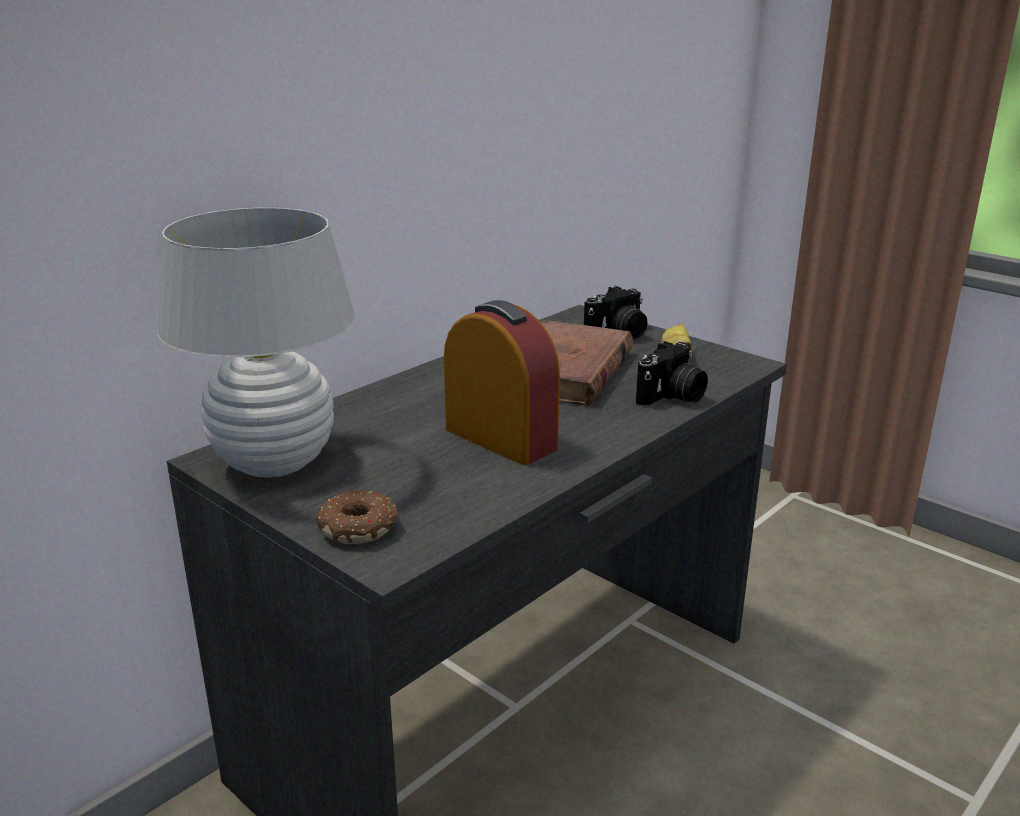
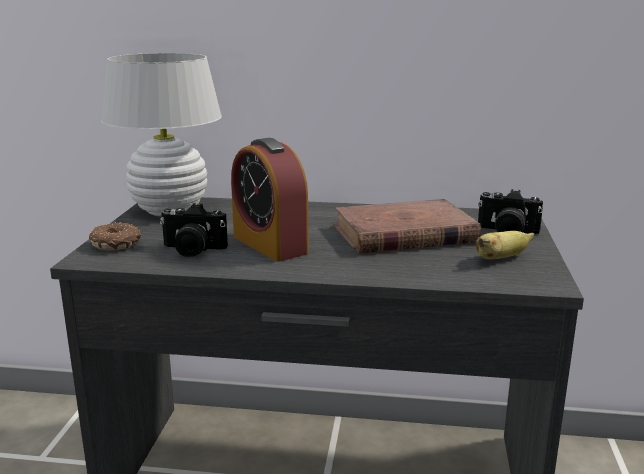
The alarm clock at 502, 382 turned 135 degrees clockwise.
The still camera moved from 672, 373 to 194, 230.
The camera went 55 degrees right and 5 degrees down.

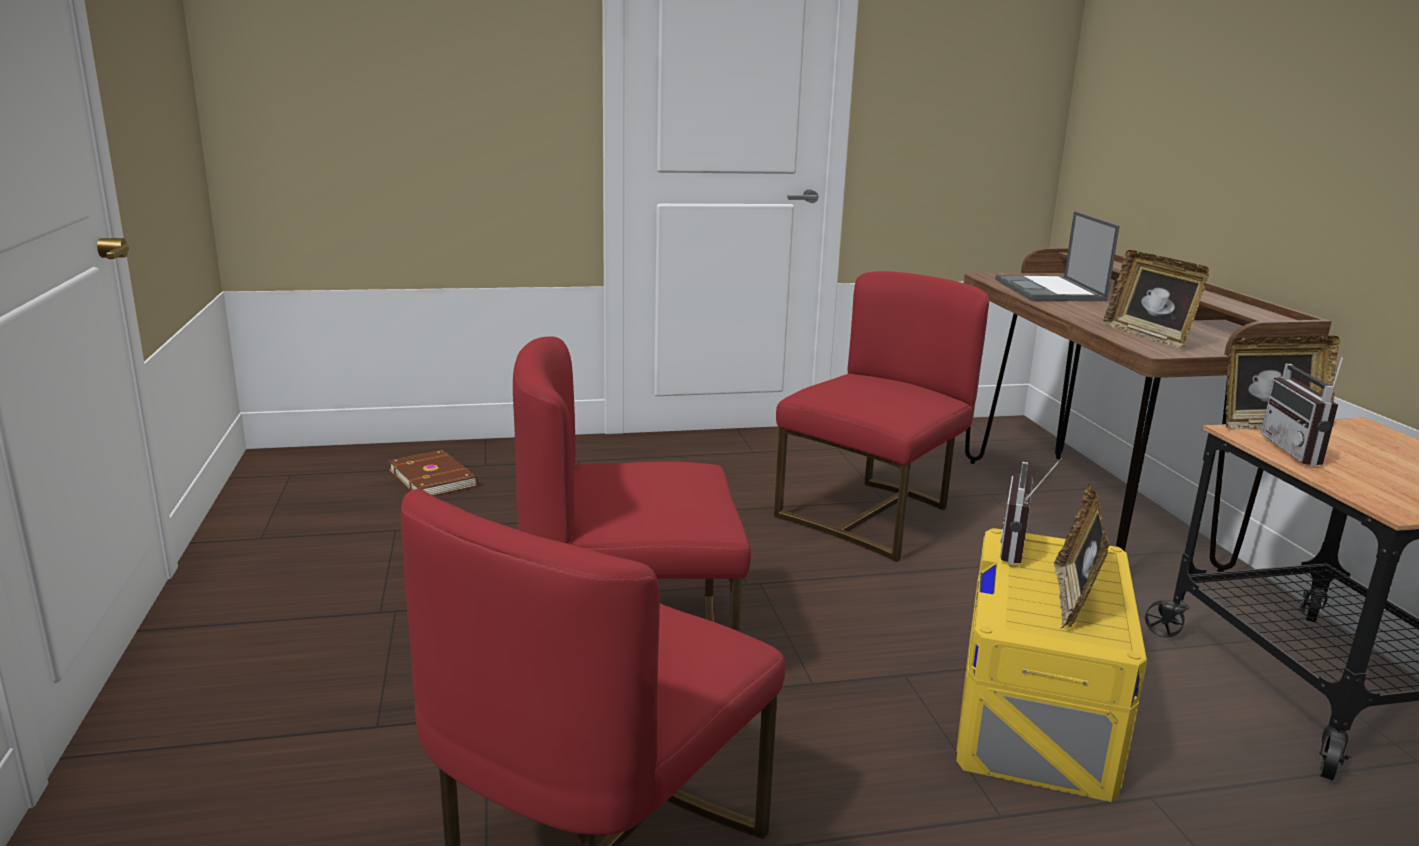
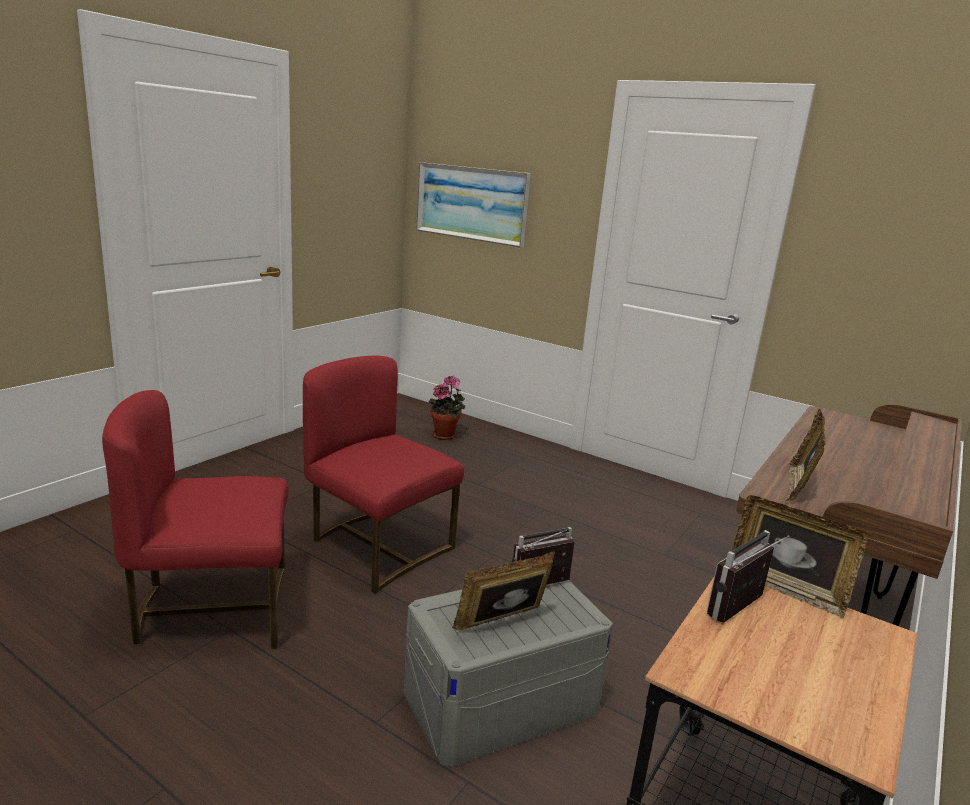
The brown bound book at 433, 473 was replaced by the houseplant at 447, 408.
The reddish upright chair at 881, 416 disappeared.
The yellow-coloured storage bin at 1051, 665 became the greyish storage bin at 508, 673.
The notebook computer at 1057, 256 disappeared.
The wall art at 473, 205 appeared.
The camera went 45 degrees right and 0 degrees up.

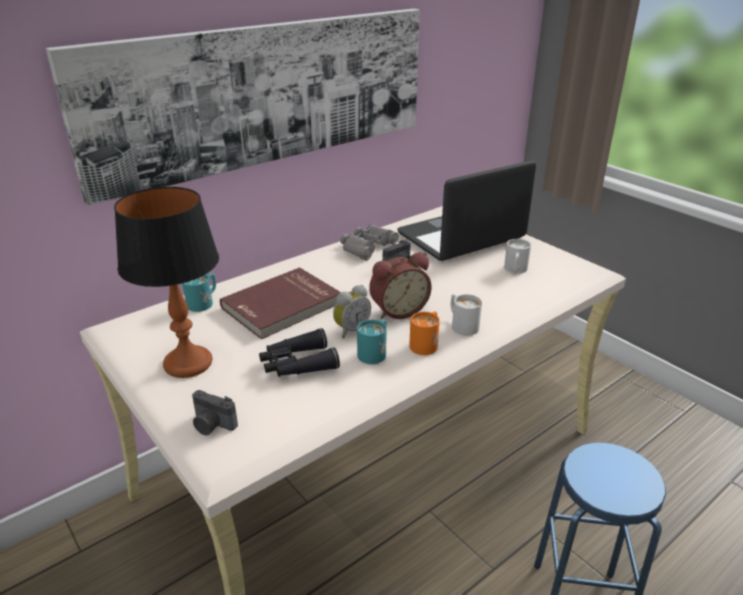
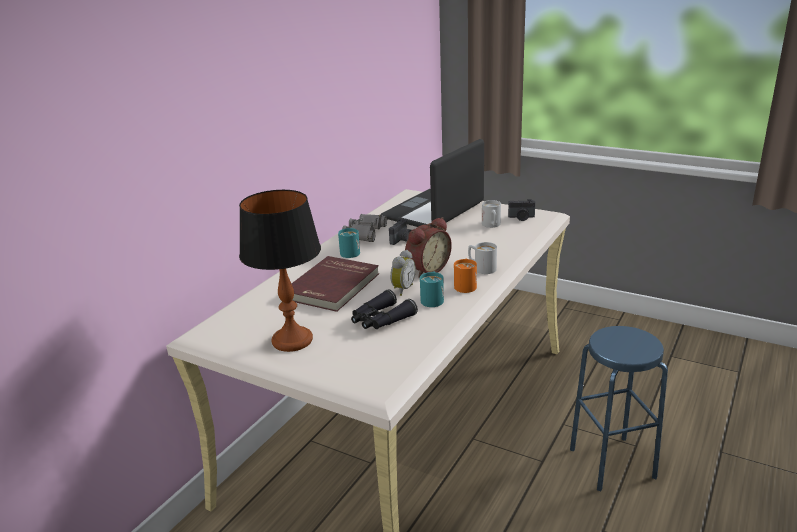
The wall art at 233, 107 disappeared.
The turquoise tea mug moved from 199, 292 to 349, 243.
The still camera moved from 215, 412 to 521, 210.
The camera went 20 degrees left and 5 degrees down.

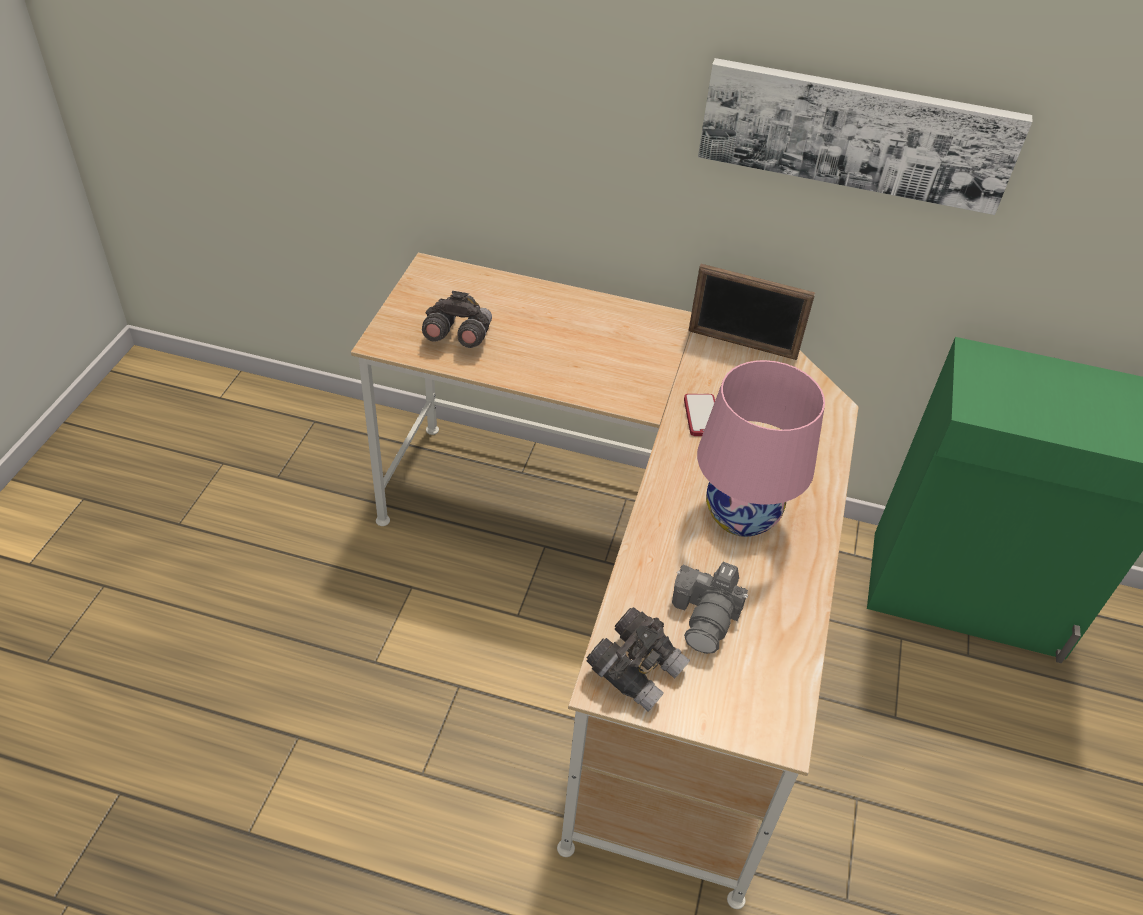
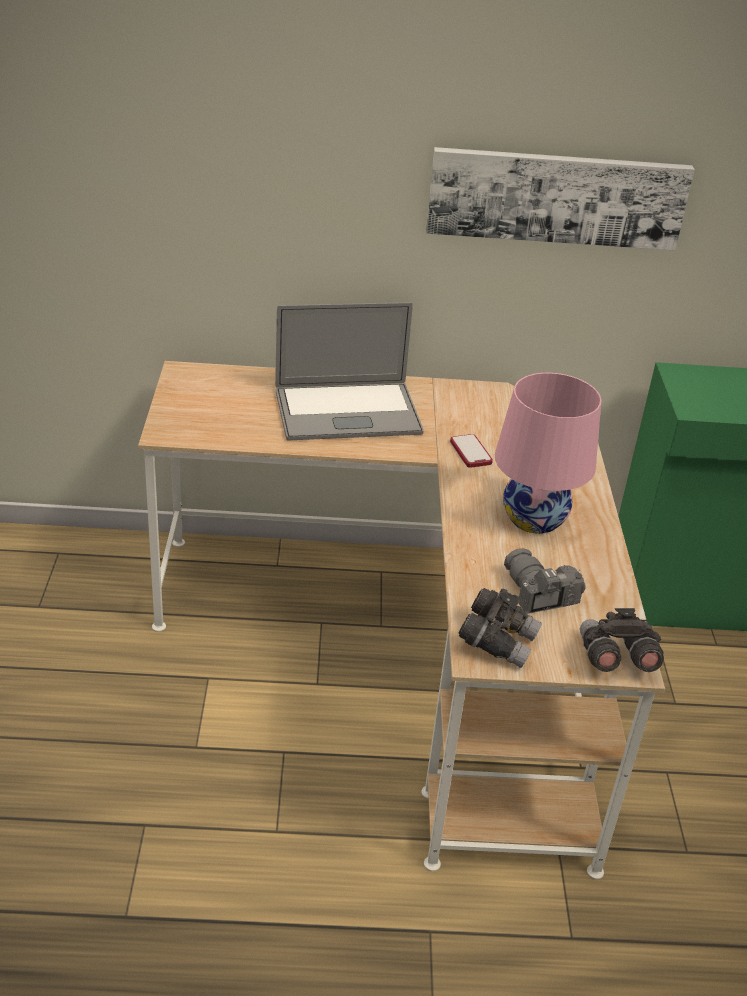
The greyish pair of binoculars moved from 457, 319 to 622, 640.
The still camera at 710, 608 turned 150 degrees clockwise.
The picture frame at 751, 312 disappeared.
The notebook computer at 349, 371 appeared.
The camera went 15 degrees left and 10 degrees down.

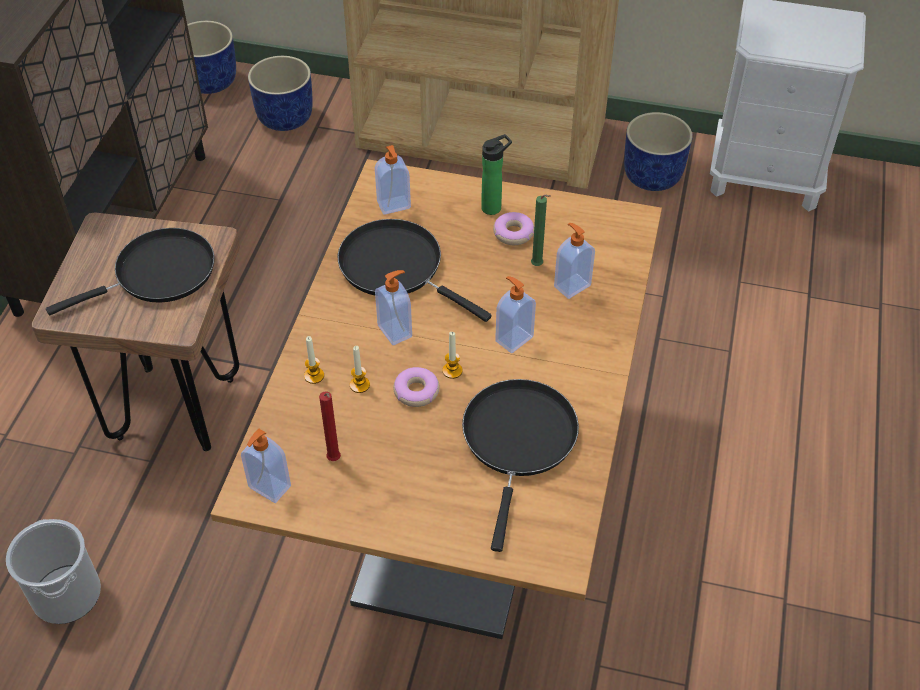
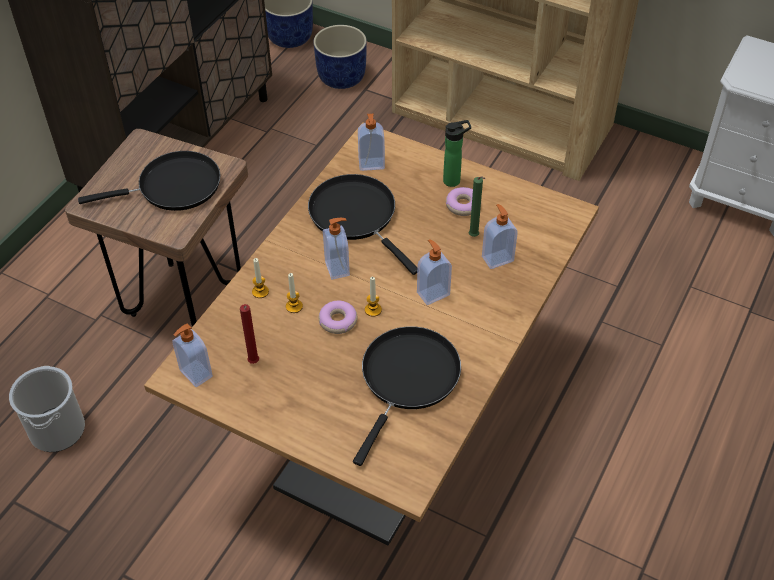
The bluish plant pot at 658, 151 disappeared.
The camera went 15 degrees right and 0 degrees up.

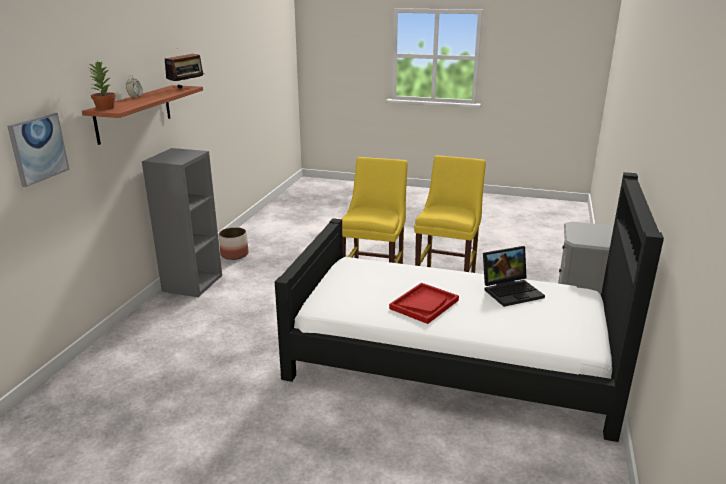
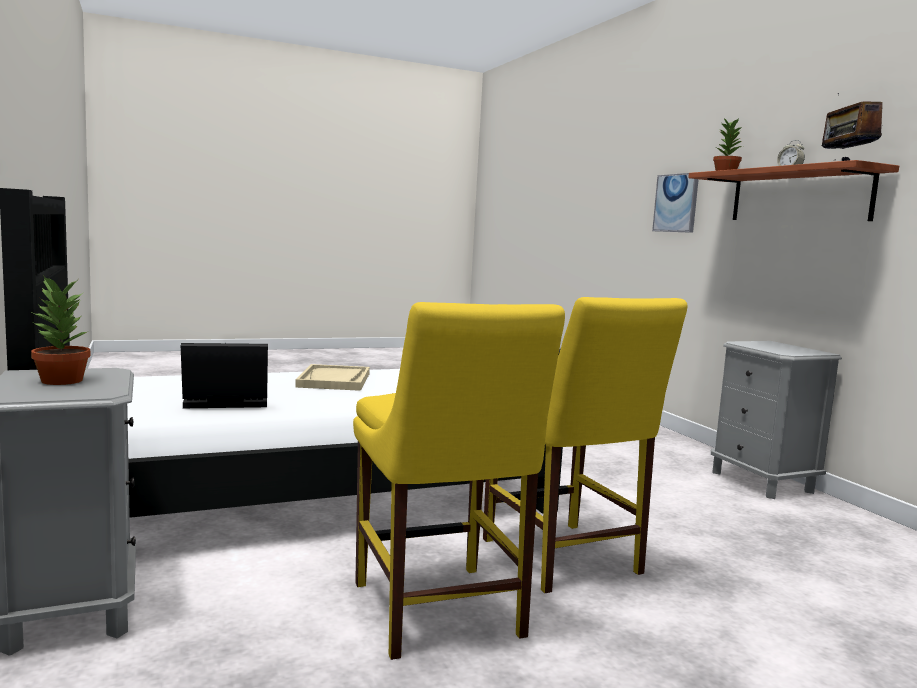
The greyish bookshelf at 182, 222 was replaced by the greyish nightstand at 776, 420.
The plant pot at 233, 243 disappeared.
The reddish carrying tray at 424, 303 became the sand-coloured carrying tray at 332, 377.
The notebook computer at 514, 276 turned 45 degrees clockwise.
The houseplant at 61, 330 appeared.
The camera went 140 degrees right and 15 degrees down.

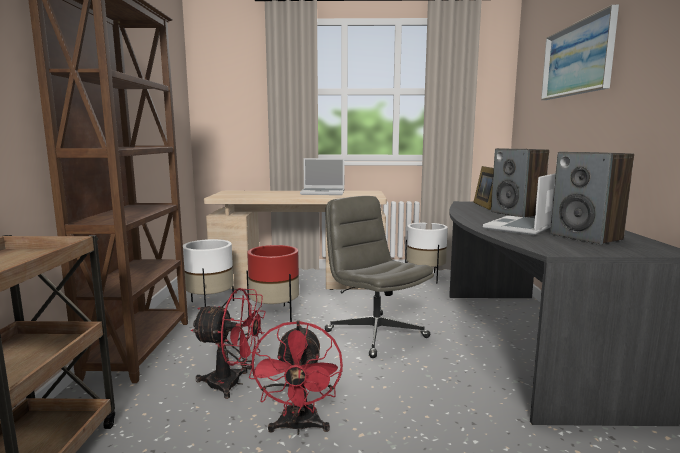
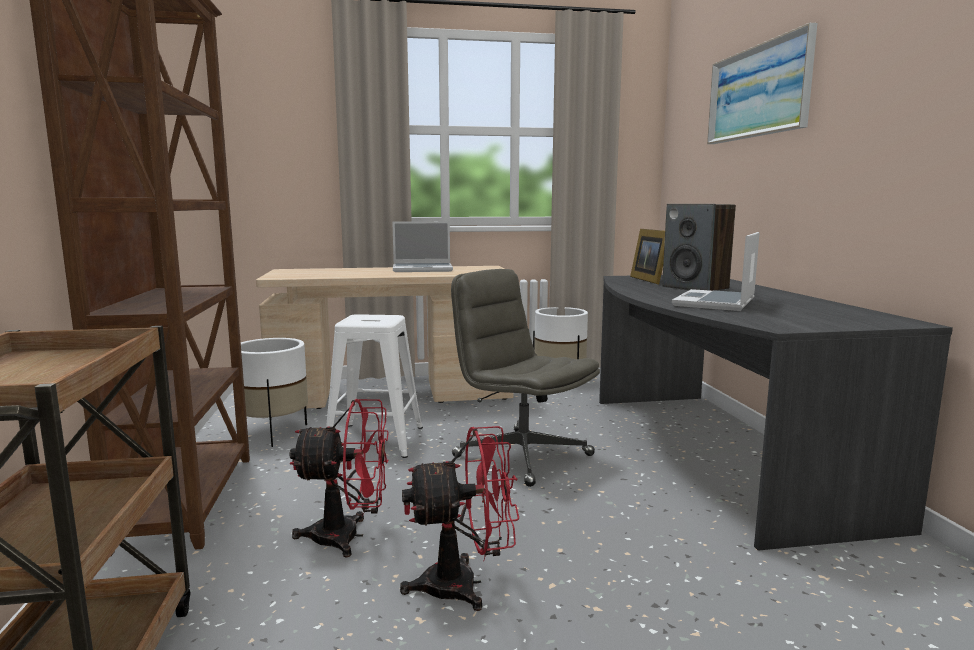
The reddish plant pot at 273, 283 was replaced by the whitish stool seat at 374, 386.
The reddish fan at 296, 378 turned 90 degrees counterclockwise.
The speaker at 592, 198 disappeared.
The camera went 10 degrees left and 0 degrees up.

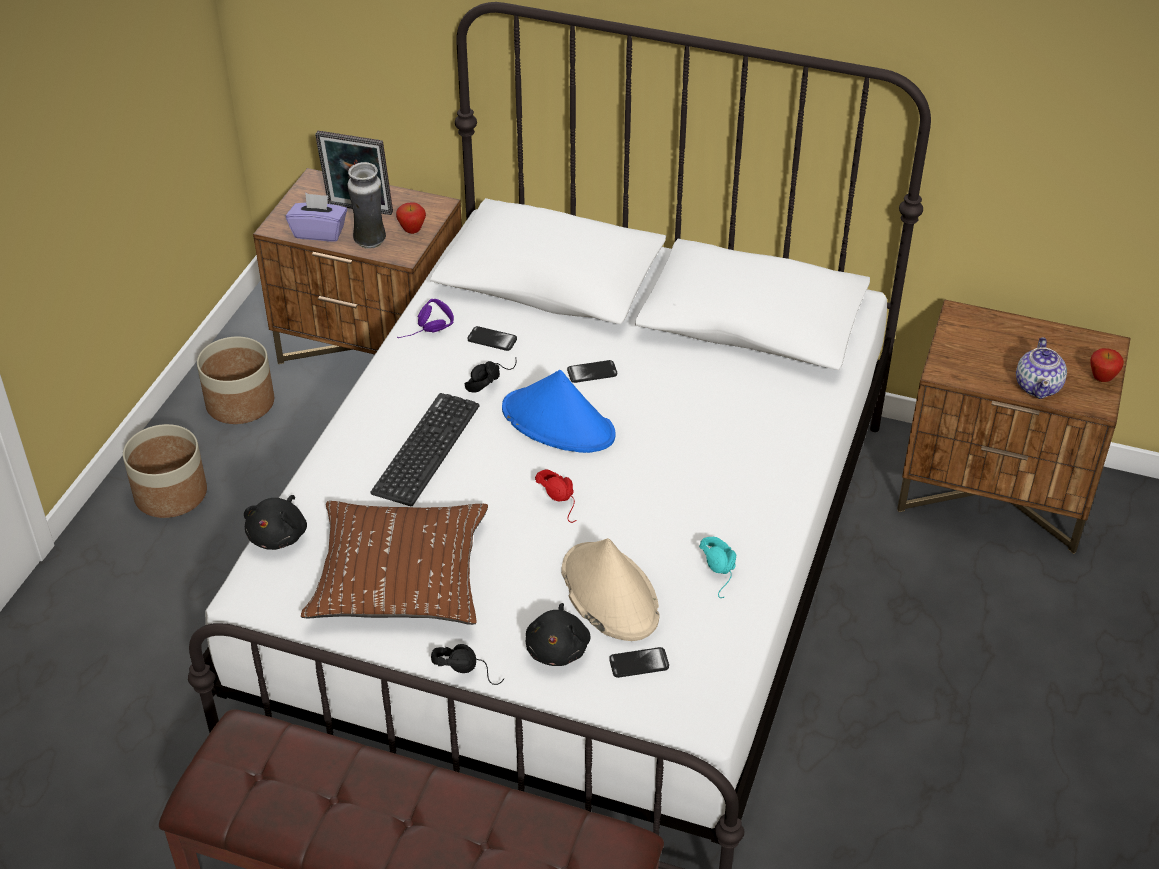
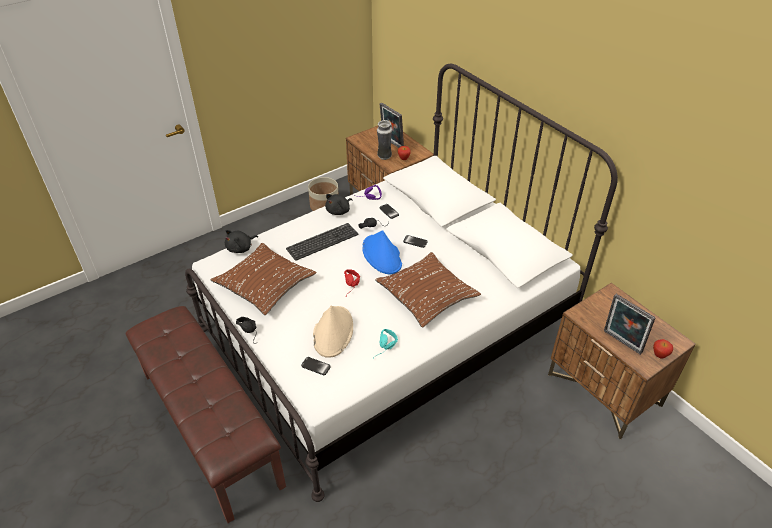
The plant pot at 165, 471 disappeared.
The purplish tissue box at 316, 217 disappeared.
The blackish soft toy moved from 558, 634 to 339, 204.
The teapot at 1041, 368 was replaced by the picture frame at 630, 324.
The brown throw pillow at 428, 290 appeared.
The camera went 35 degrees right and 0 degrees up.

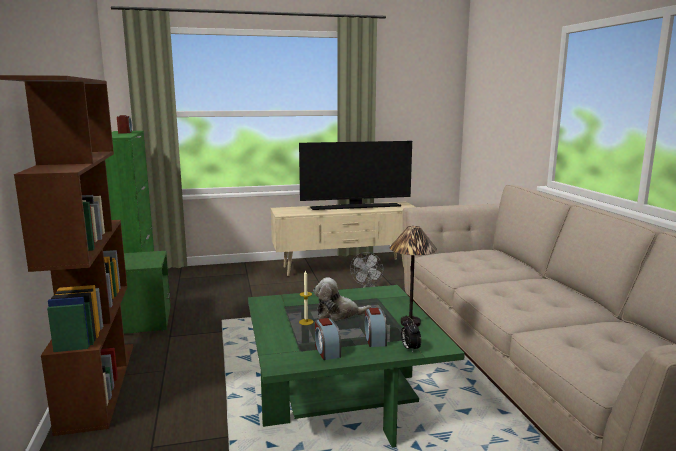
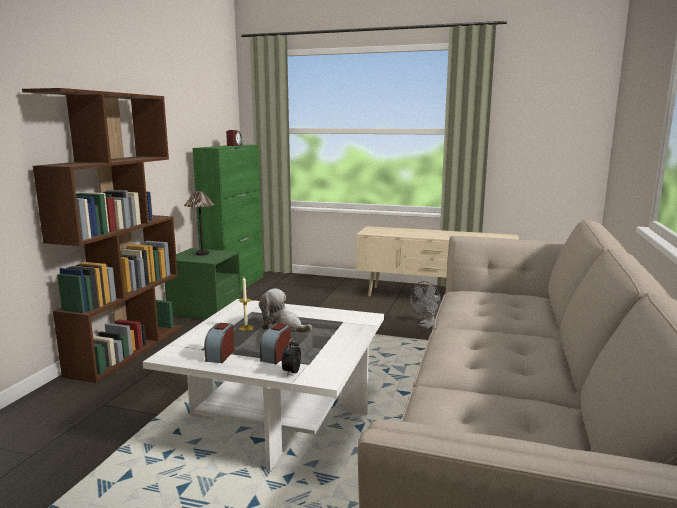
The green lounge table at 356, 366 became the whitish lounge table at 263, 385.
The TV set at 355, 175 disappeared.
The tabletop lamp moved from 413, 276 to 199, 223.
The camera went 30 degrees right and 0 degrees up.

